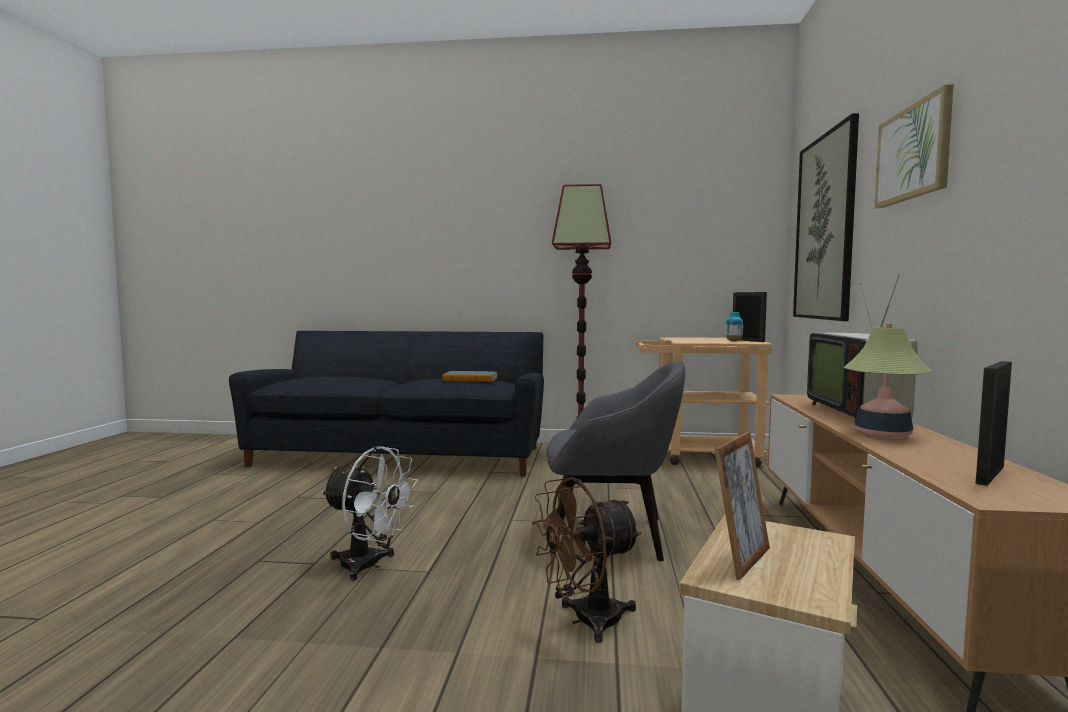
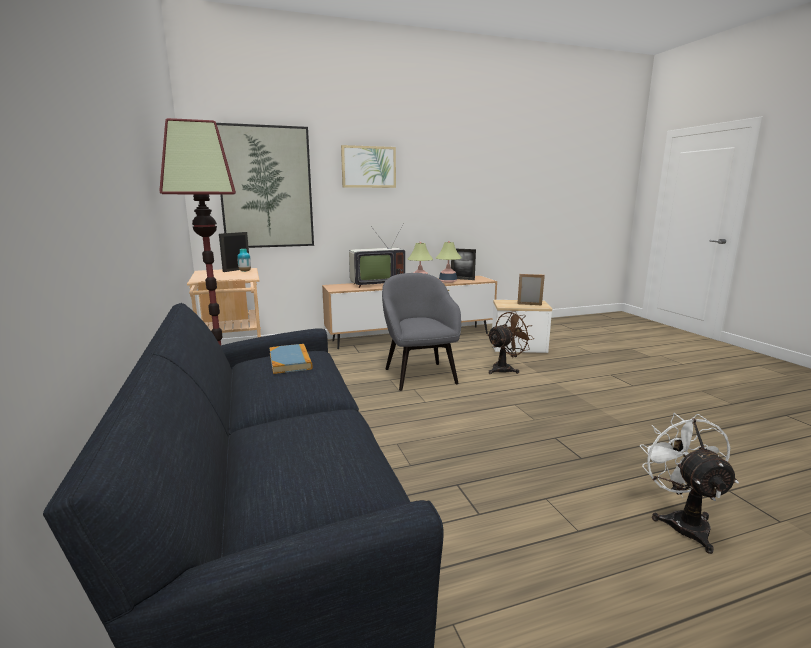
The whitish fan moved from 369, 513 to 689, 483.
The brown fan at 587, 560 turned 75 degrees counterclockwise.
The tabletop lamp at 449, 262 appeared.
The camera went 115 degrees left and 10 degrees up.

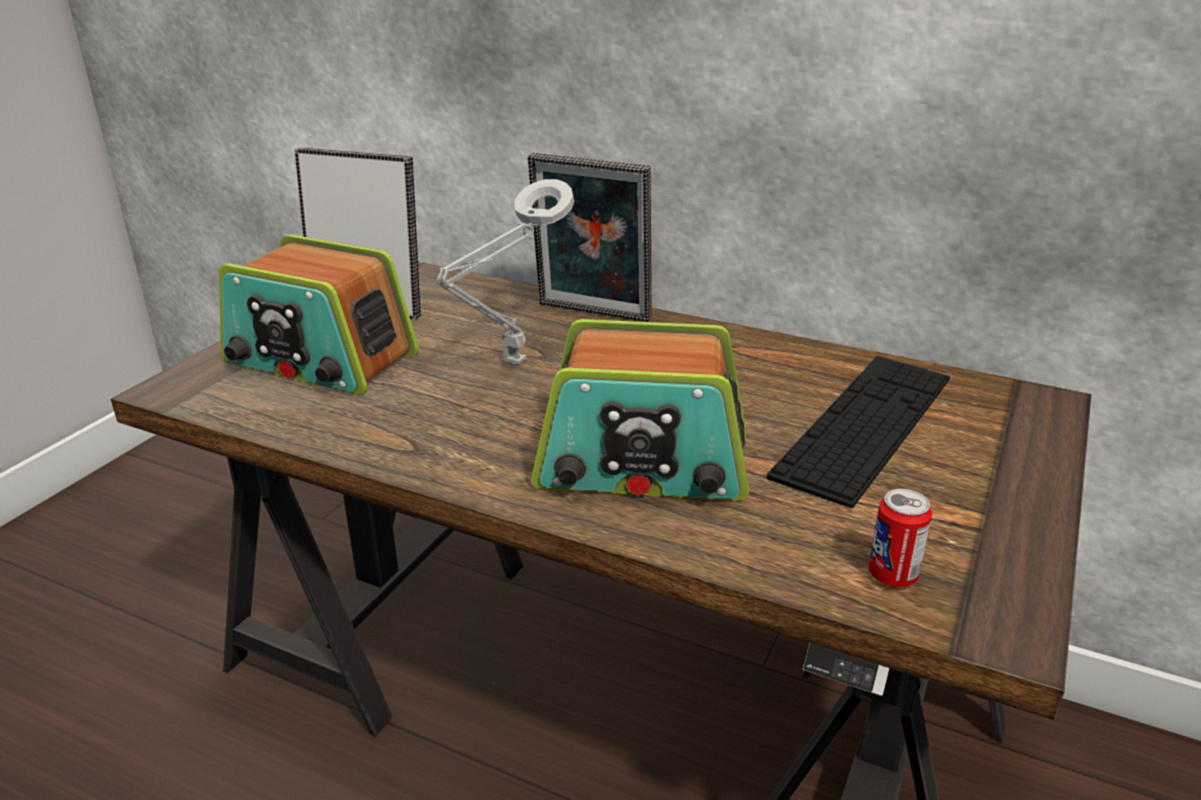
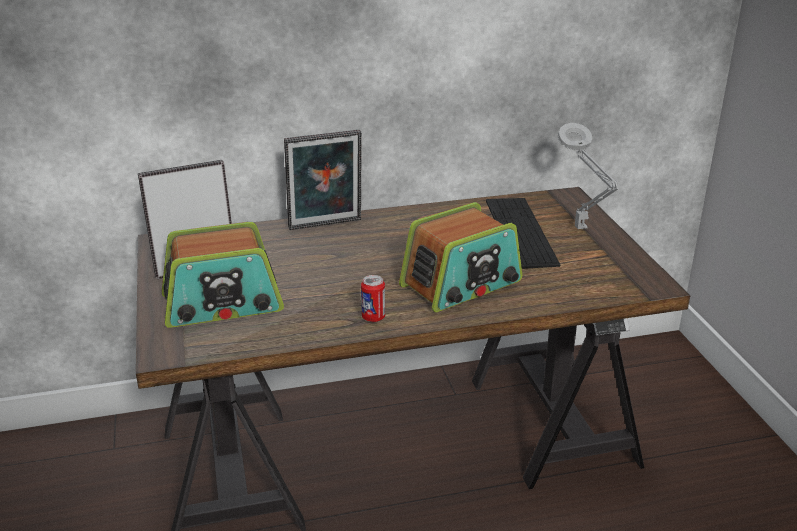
The greyish tabletop lamp moved from 504, 271 to 588, 176.
The can moved from 900, 538 to 373, 298.
The camera went 40 degrees left and 0 degrees up.

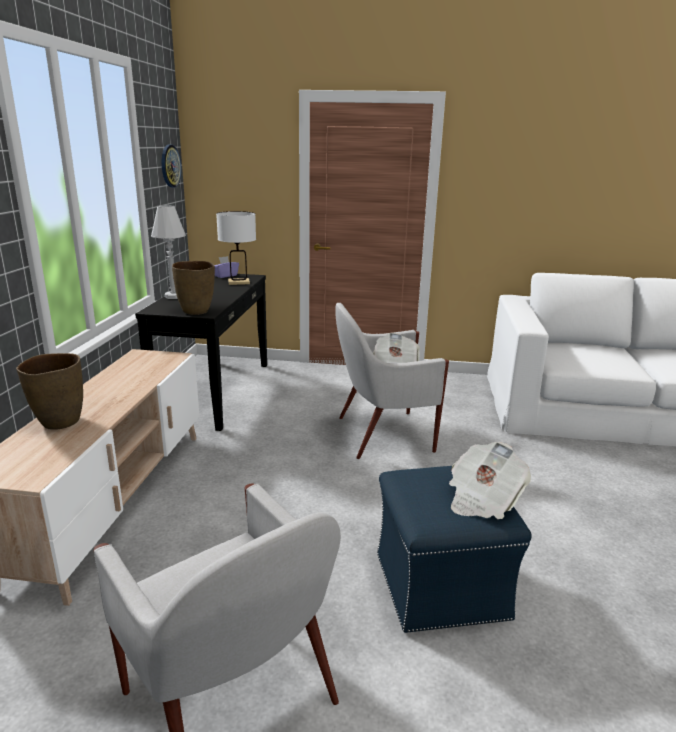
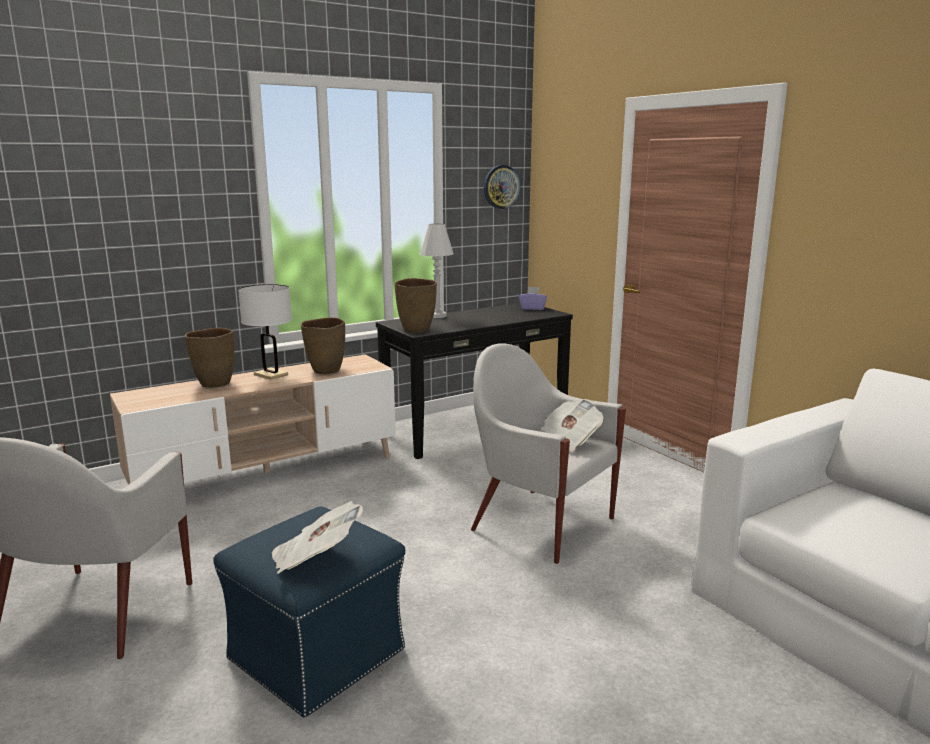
The whitish tabletop lamp moved from 236, 248 to 265, 332.
The brown vase at 323, 345 appeared.
The camera went 50 degrees right and 5 degrees down.

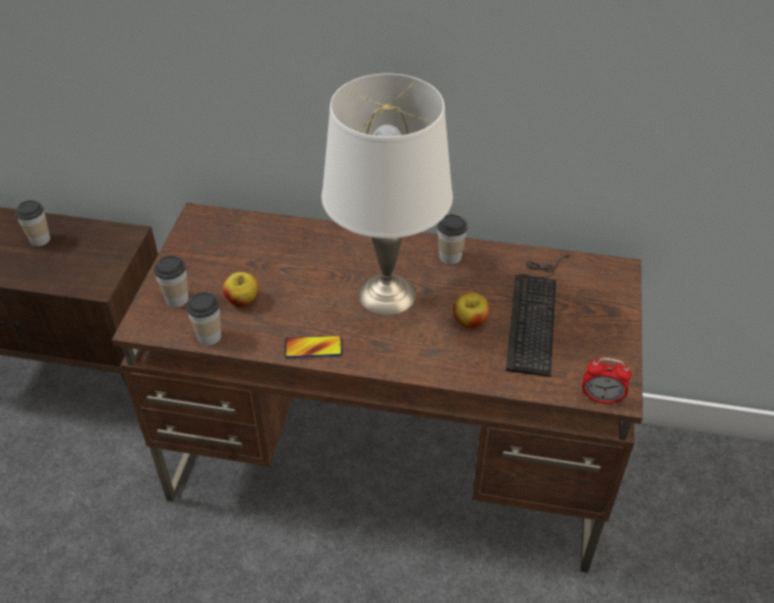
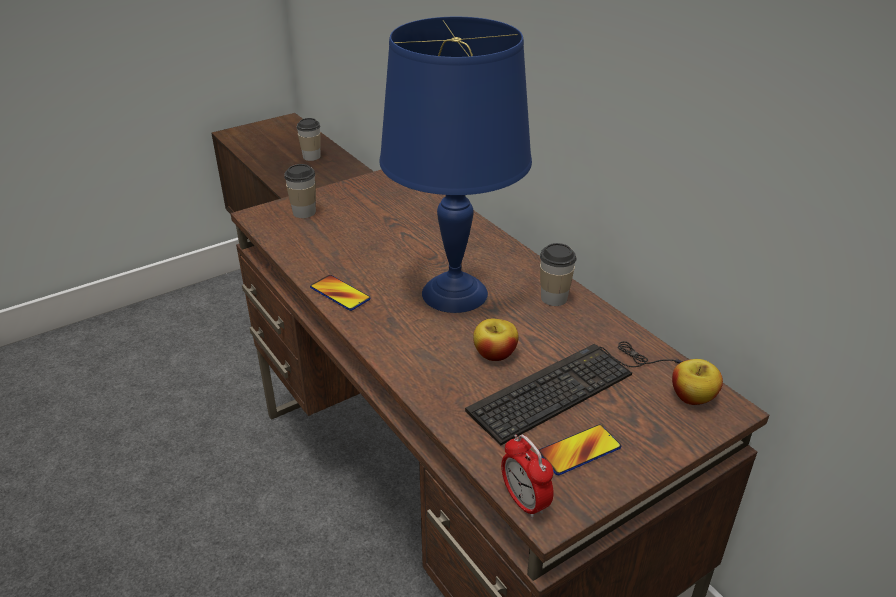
The small cup at 203, 319 disappeared.
The apple moved from 240, 289 to 697, 382.
The whitish tabletop lamp at 387, 194 became the bluish tabletop lamp at 456, 165.
The phone at 580, 450 appeared.
The camera went 45 degrees right and 10 degrees down.

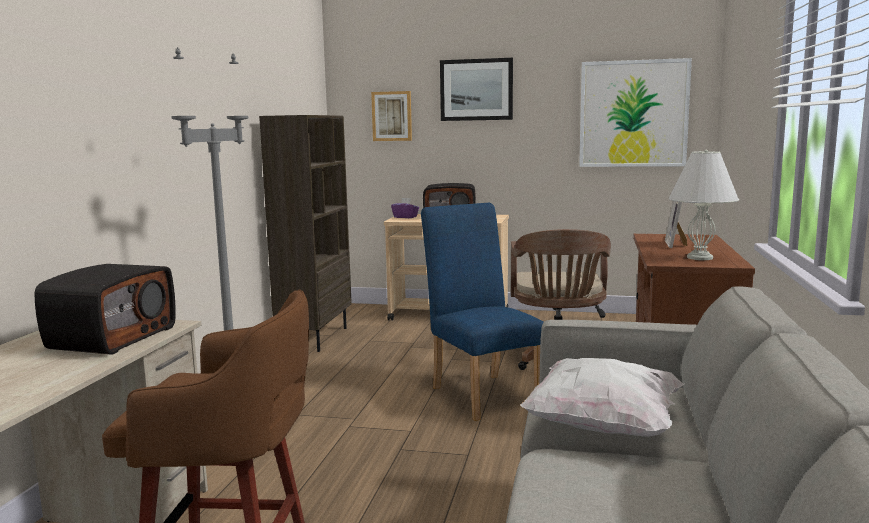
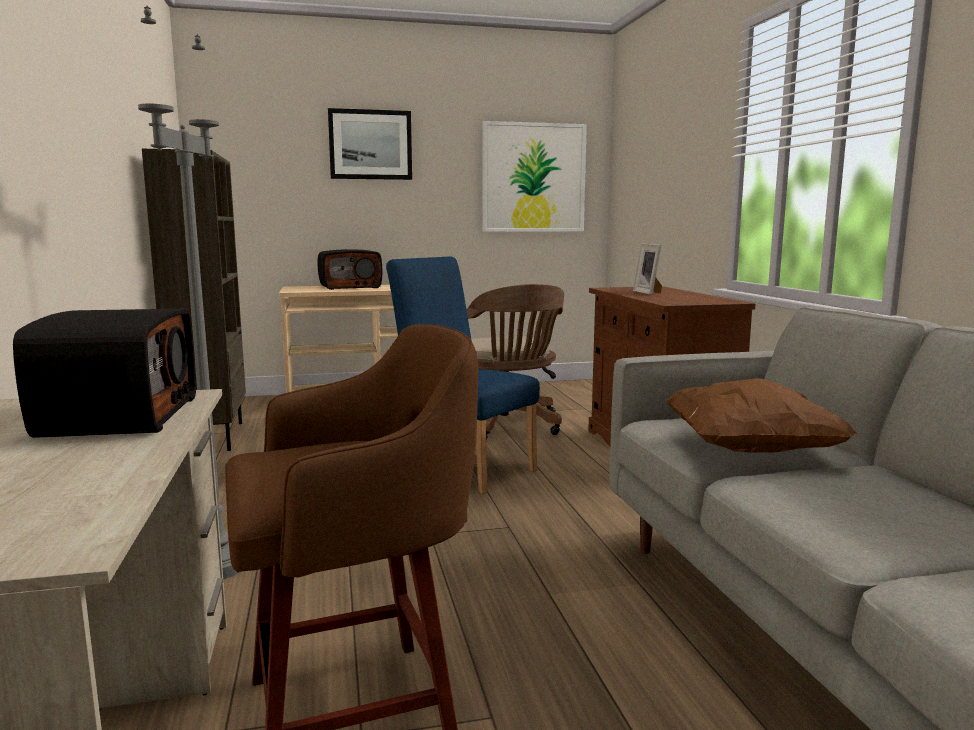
The wall art at 391, 116 disappeared.
The purplish tissue box at 405, 208 disappeared.
The whitish throw pillow at 602, 397 became the brown throw pillow at 761, 415.
The whitish tabletop lamp at 704, 205 disappeared.
The camera went 25 degrees left and 0 degrees up.

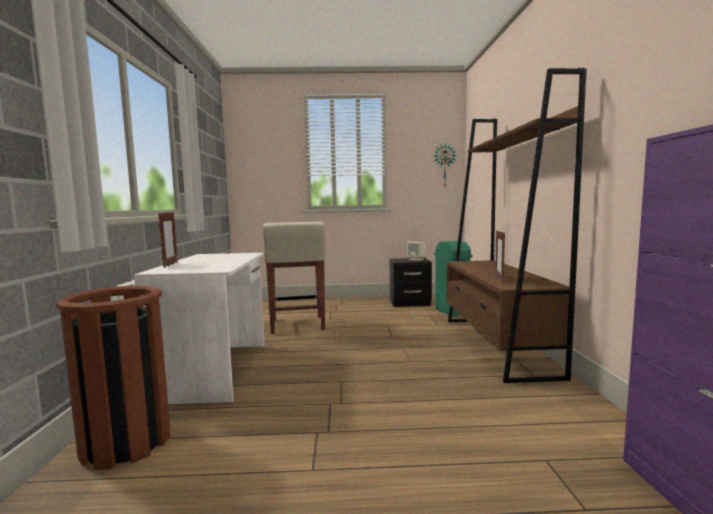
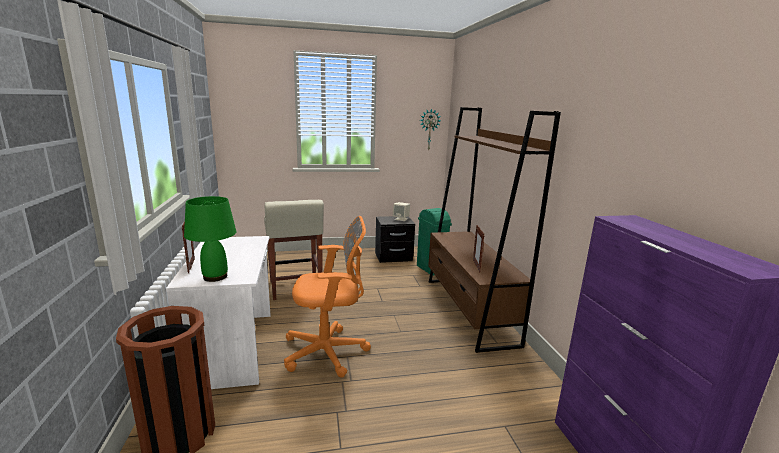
The green tabletop lamp at 210, 239 appeared.
The orange-coloured desk chair at 327, 297 appeared.
The camera went 10 degrees left and 10 degrees up.

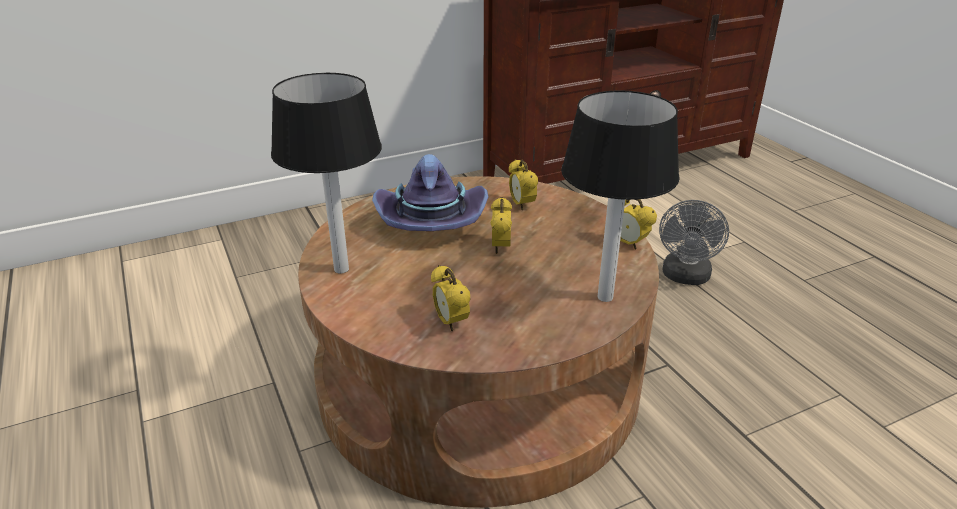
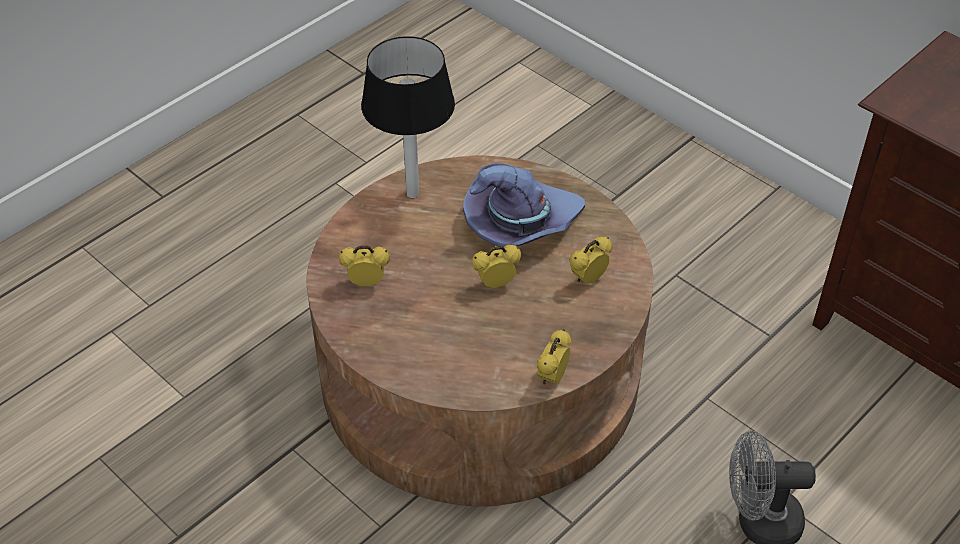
The alarm clock at 450, 298 turned 45 degrees clockwise.
The tabletop lamp at 620, 196 disappeared.
The camera went 70 degrees right and 15 degrees up.

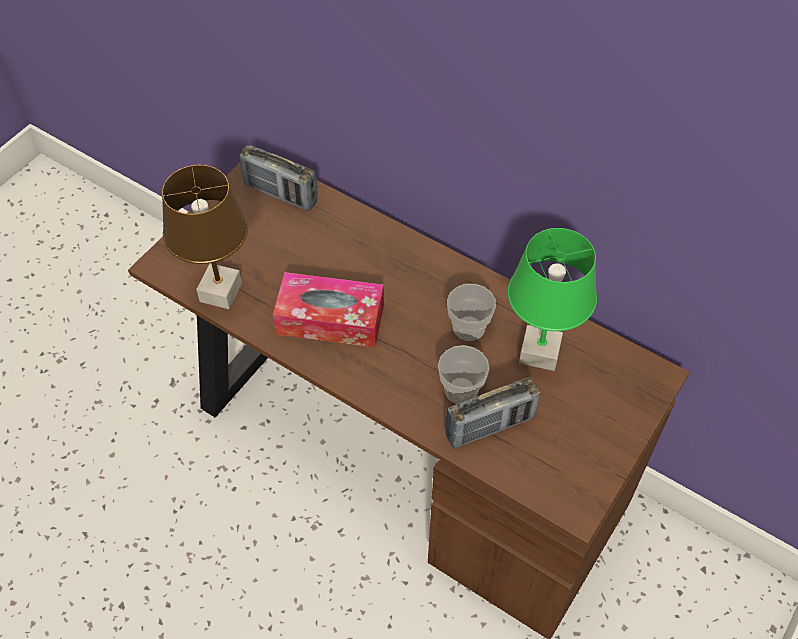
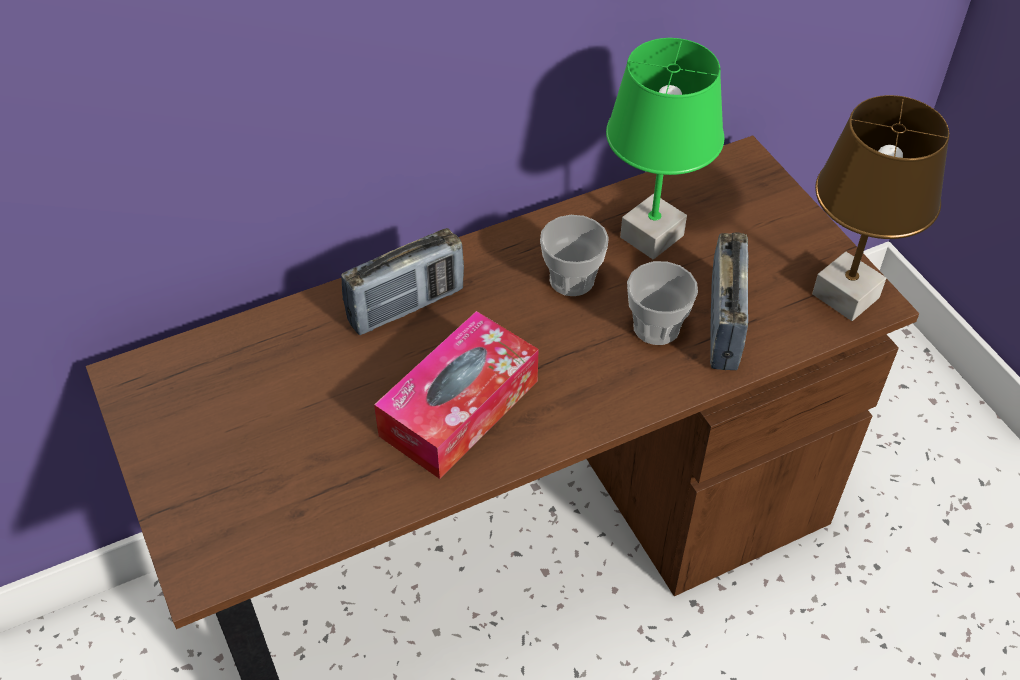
The brown tabletop lamp moved from 205, 237 to 880, 208.
The radio receiver moved from 278, 178 to 402, 281.
The camera went 60 degrees left and 5 degrees down.

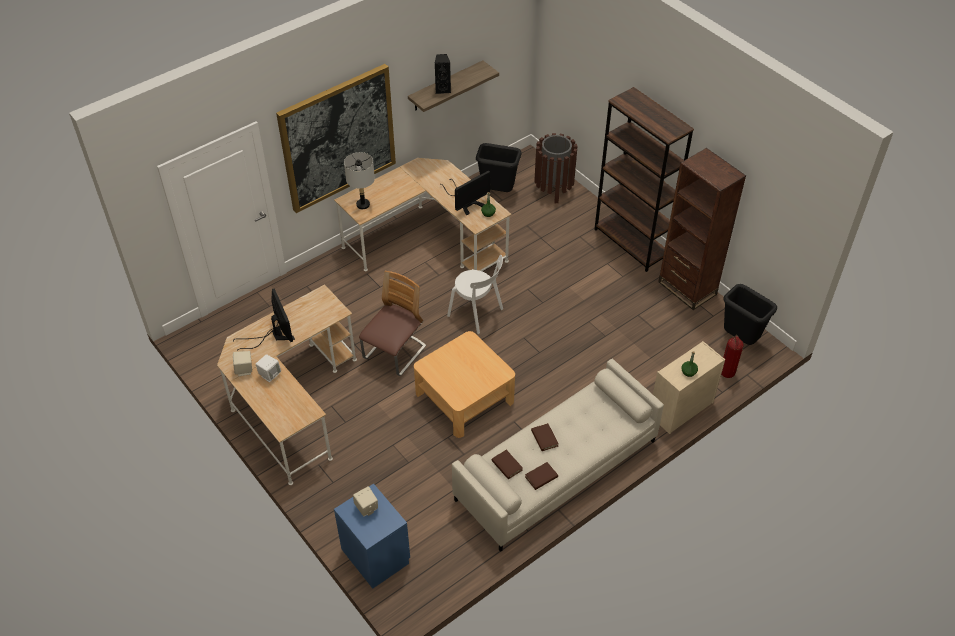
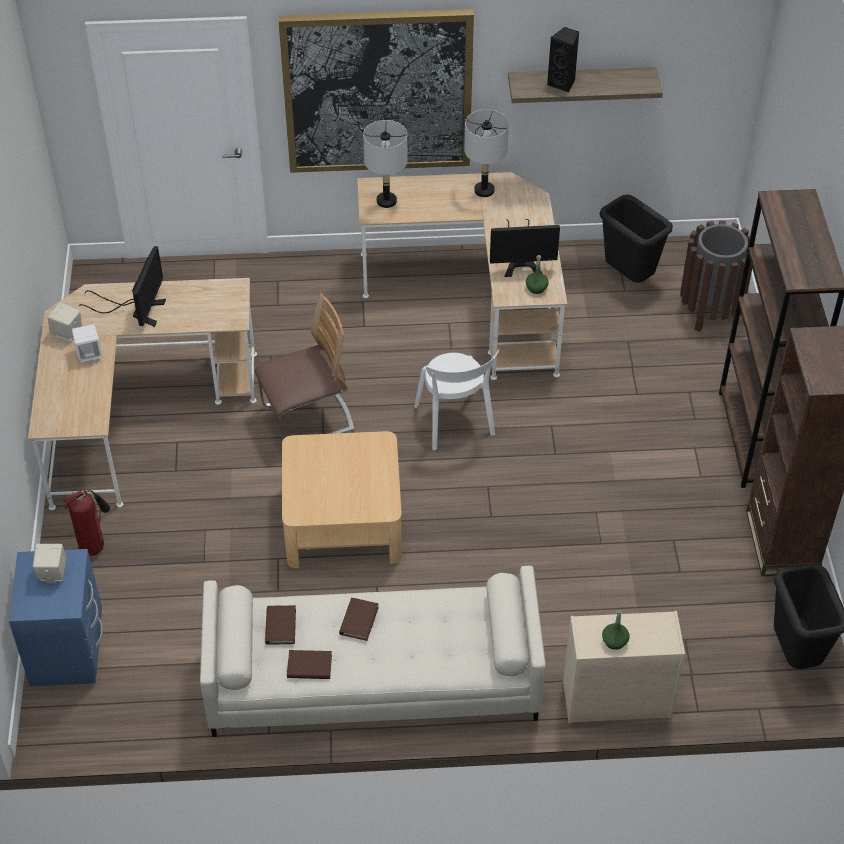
The fire-fighting cylinder moved from 732, 356 to 86, 523.
The greyish tabletop lamp at 486, 153 appeared.
The camera went 35 degrees right and 0 degrees up.

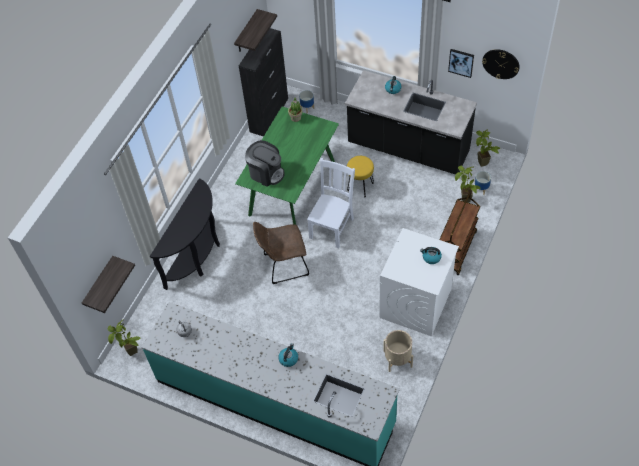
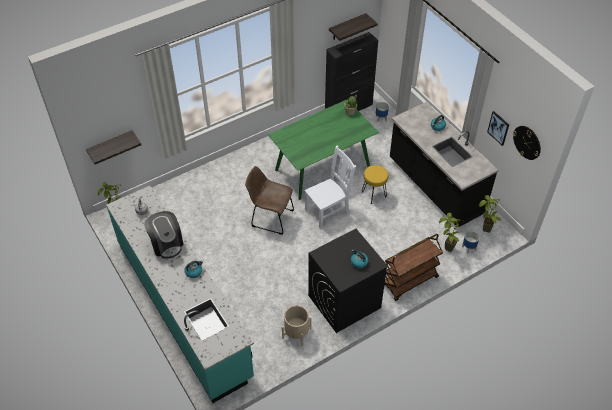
The blackish hall table at 185, 234 disappeared.
The coffee machine moved from 265, 163 to 164, 235.
The whitish laundry machine at 419, 282 became the blackish laundry machine at 348, 281.
The camera went 30 degrees right and 5 degrees down.

